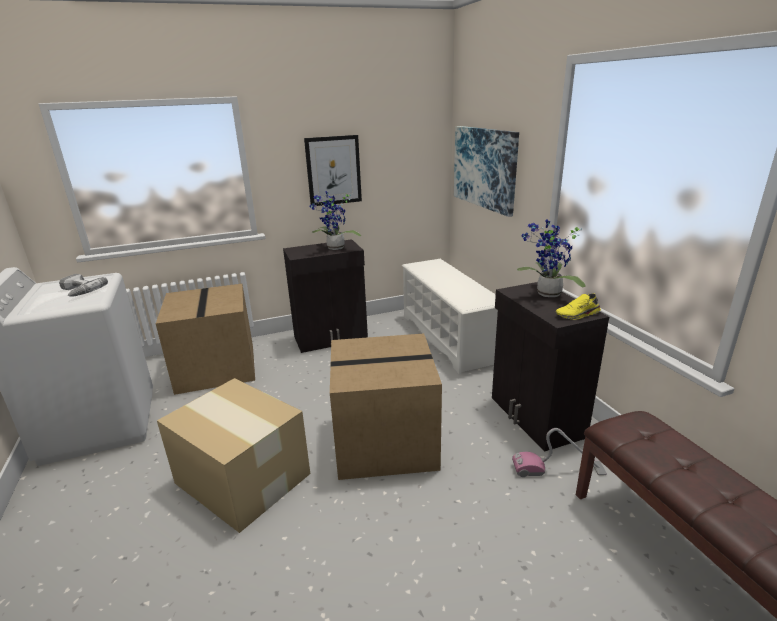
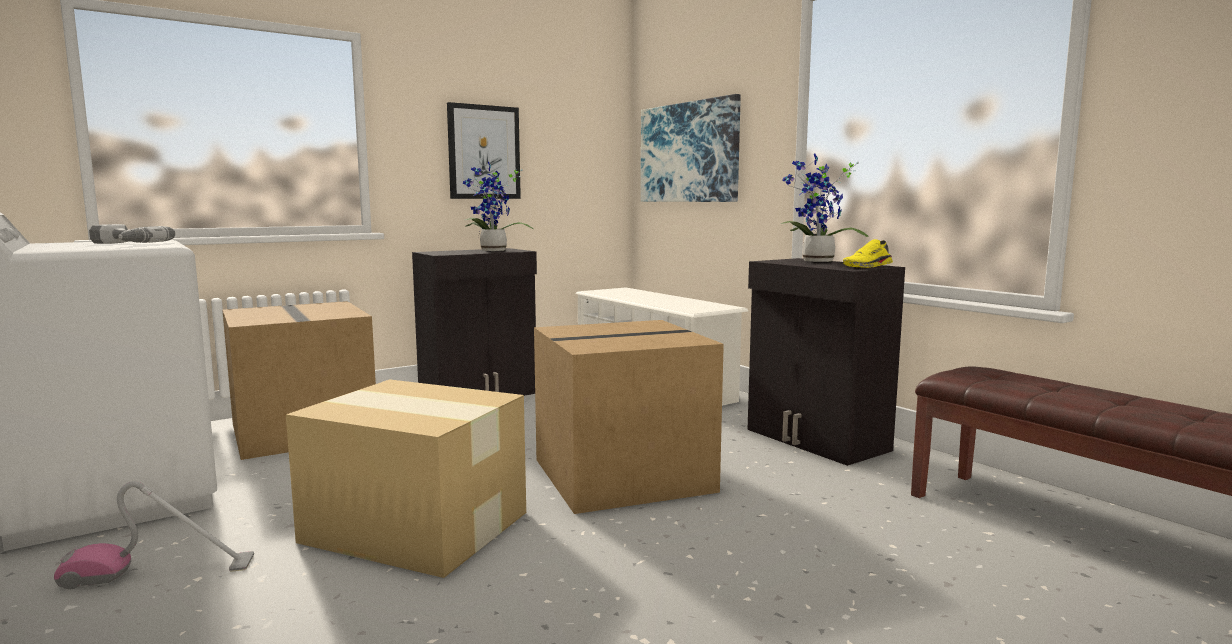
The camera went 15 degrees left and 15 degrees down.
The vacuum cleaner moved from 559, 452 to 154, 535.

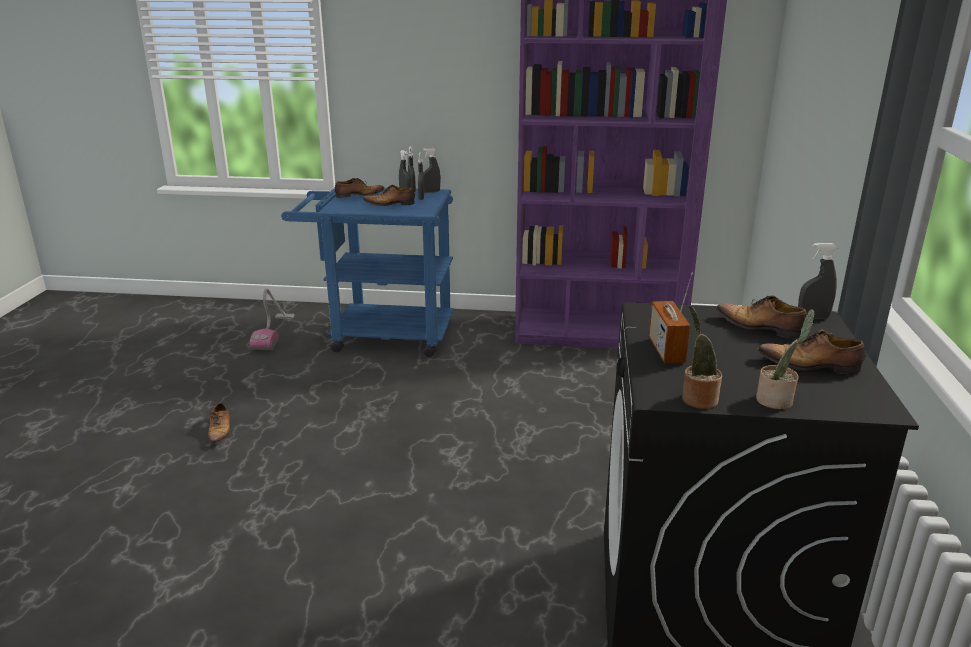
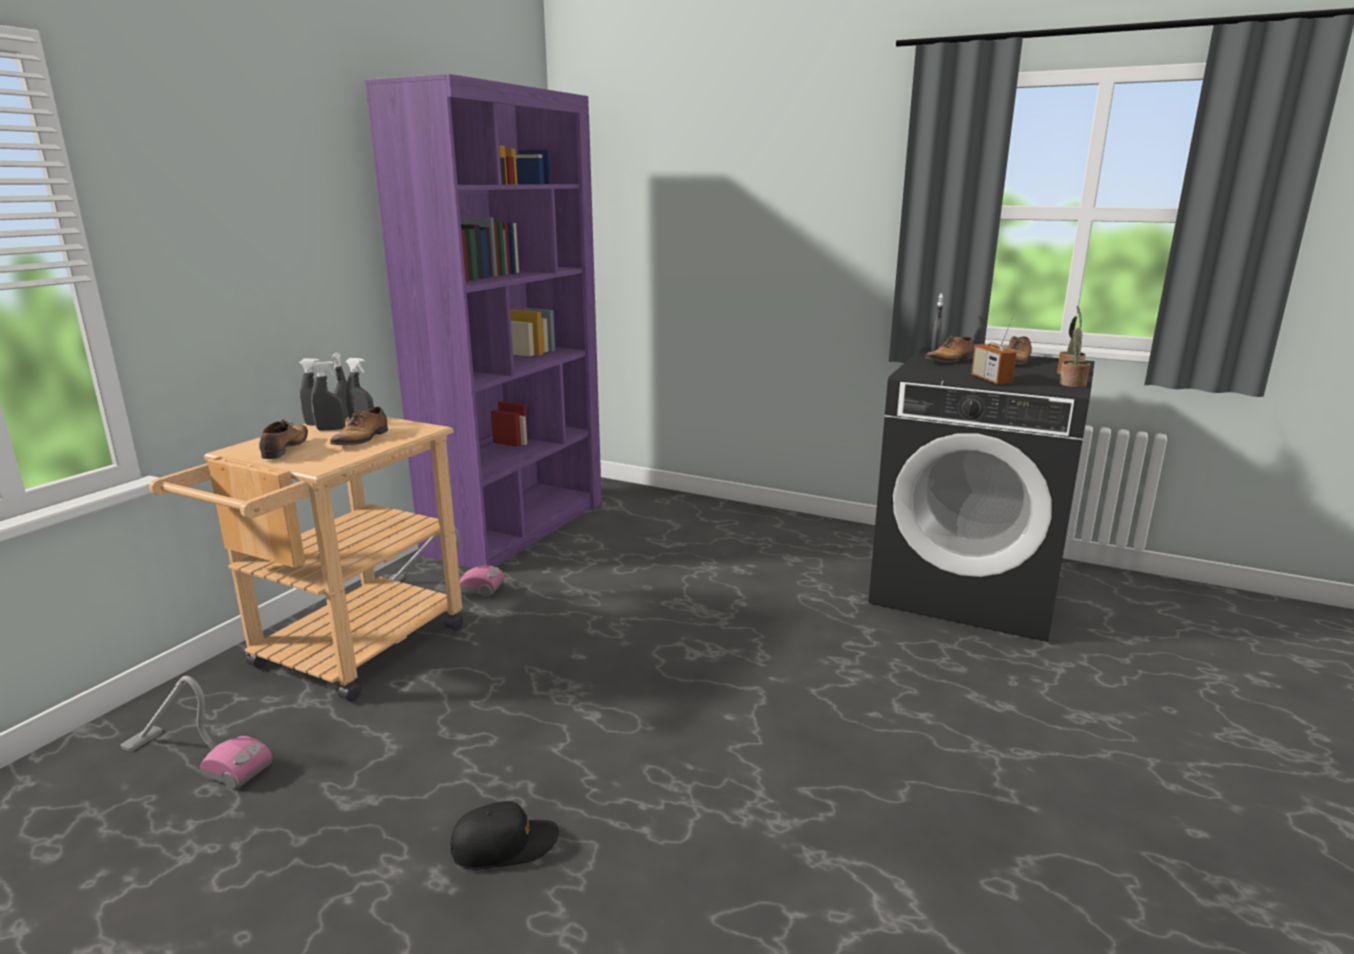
The camera went 70 degrees left and 5 degrees down.
The cart (blue) at 367, 272 became the cart (beige) at 306, 559.
The vacuum cleaner at 446, 561 appeared.
The shoe at 219, 423 was replaced by the cap (black) at 504, 835.
The radio at 671, 318 turned 60 degrees clockwise.

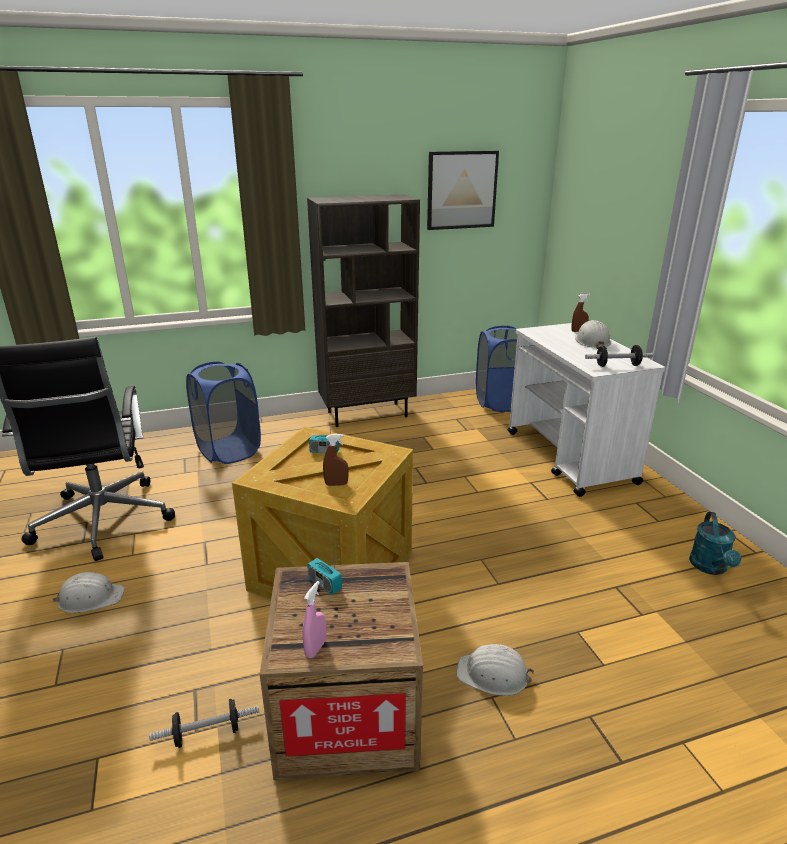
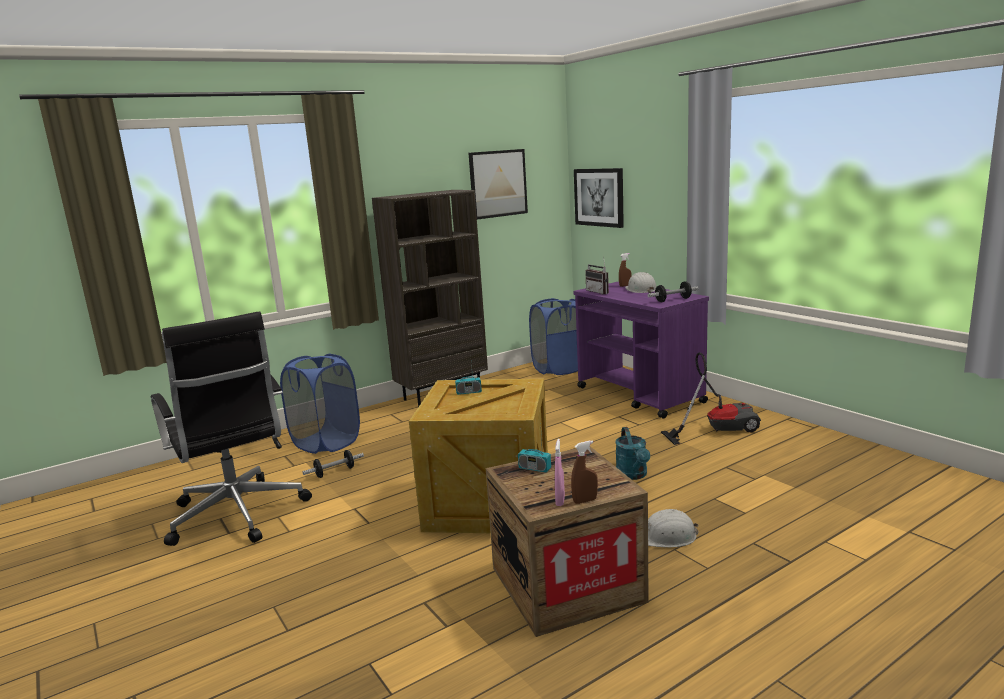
The camera went 15 degrees left and 10 degrees down.
The dumbbell moved from 204, 723 to 333, 464.
The spray bottle (brown) moved from 336, 460 to 584, 472.
The cart (white) at 586, 410 became the cart (purple) at 641, 350.
The picture at 599, 198 appeared.
The radio at 597, 278 appeared.
The watering can (turquoise) moved from 715, 543 to 632, 453.
The vacuum cleaner at 711, 398 appeared.
The hard hat (white) at 88, 592 disappeared.

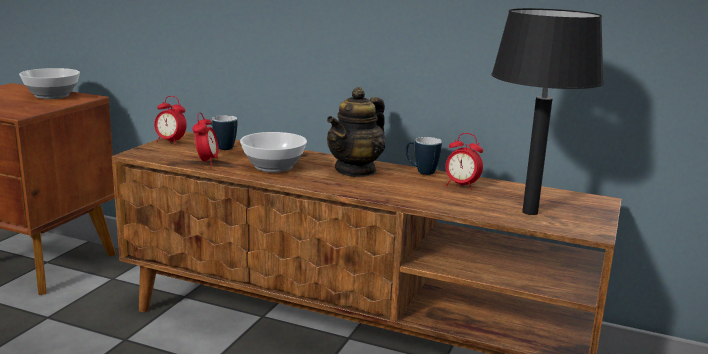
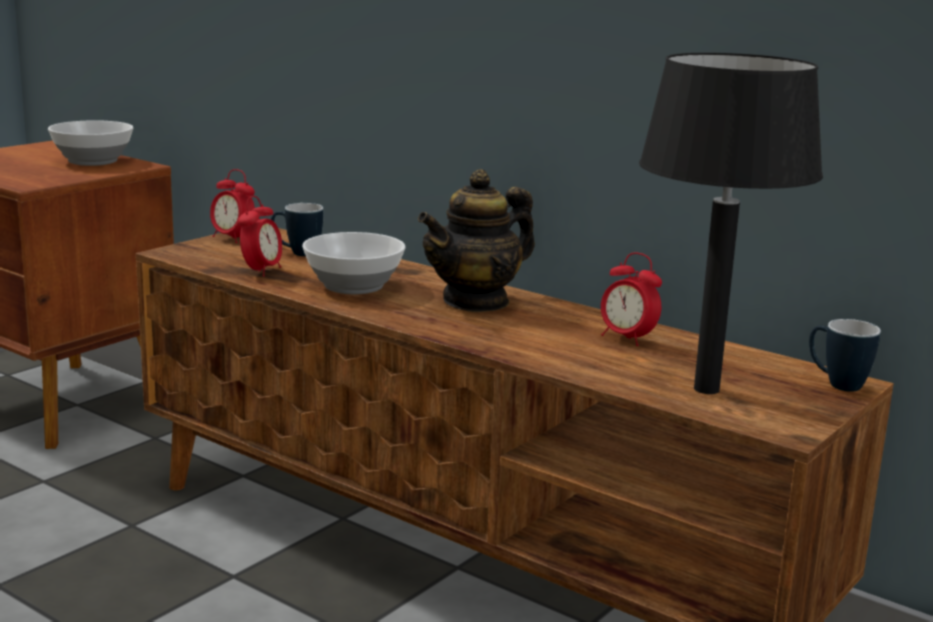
The camera went 15 degrees right and 0 degrees up.
The mug moved from 424, 156 to 845, 355.

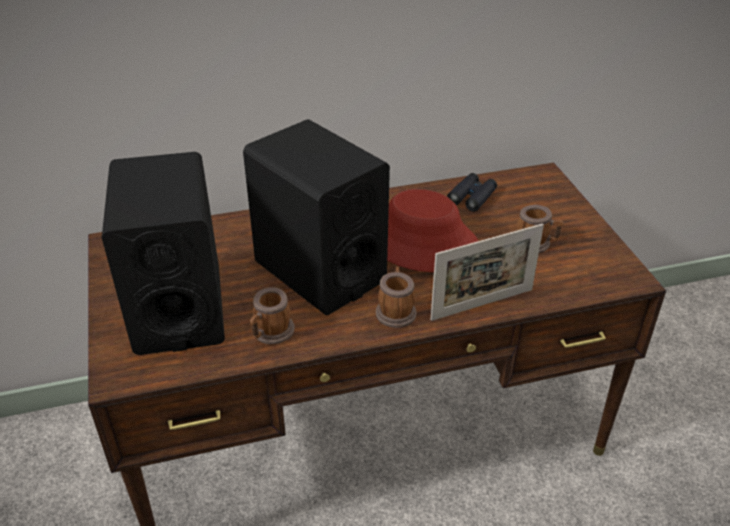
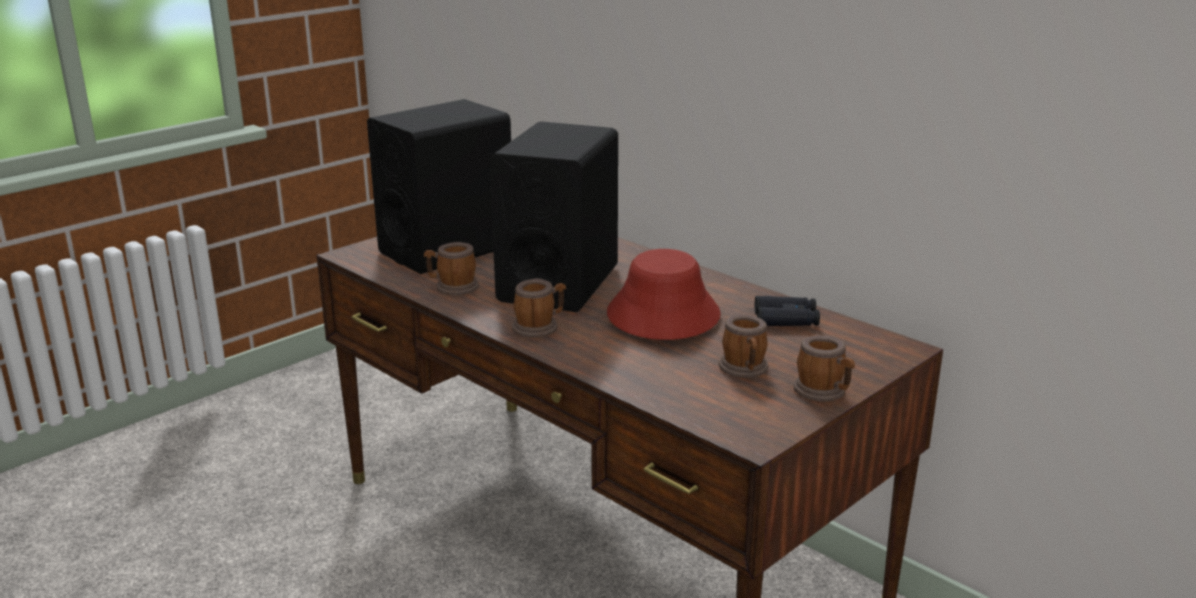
The camera went 60 degrees right and 15 degrees down.
The mug at 824, 368 appeared.
The picture frame at 487, 272 disappeared.

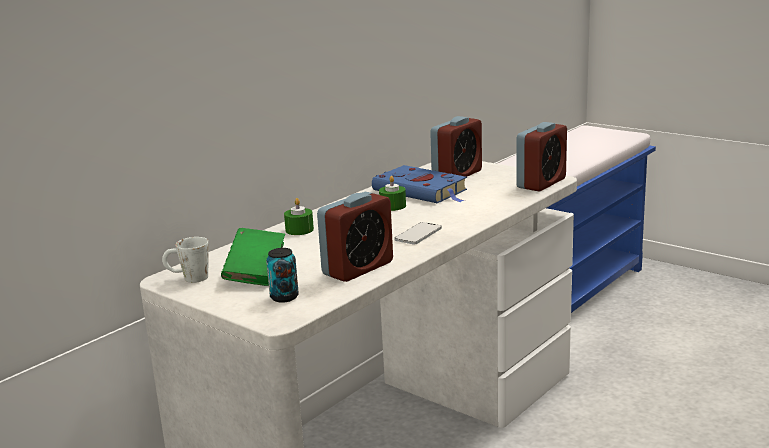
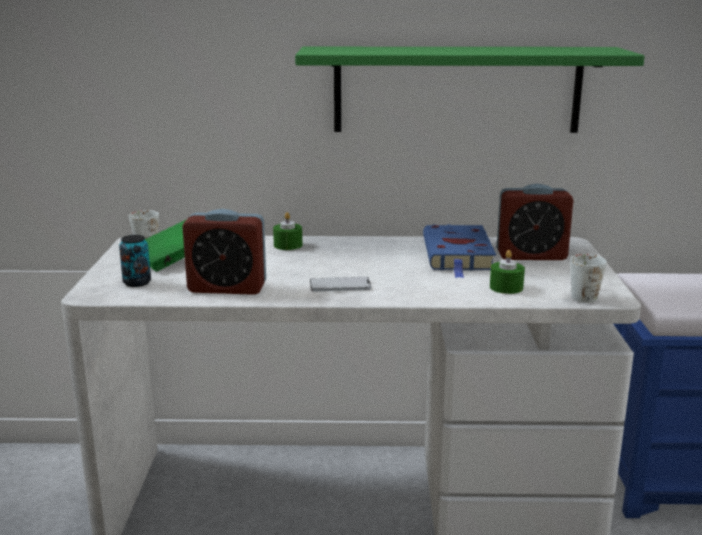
The camera went 50 degrees right and 0 degrees up.
The shelf (green) at 470, 90 appeared.
The candle (green) moved from 392, 193 to 507, 272.
The alarm clock at 541, 157 was replaced by the mug (white) at 588, 278.

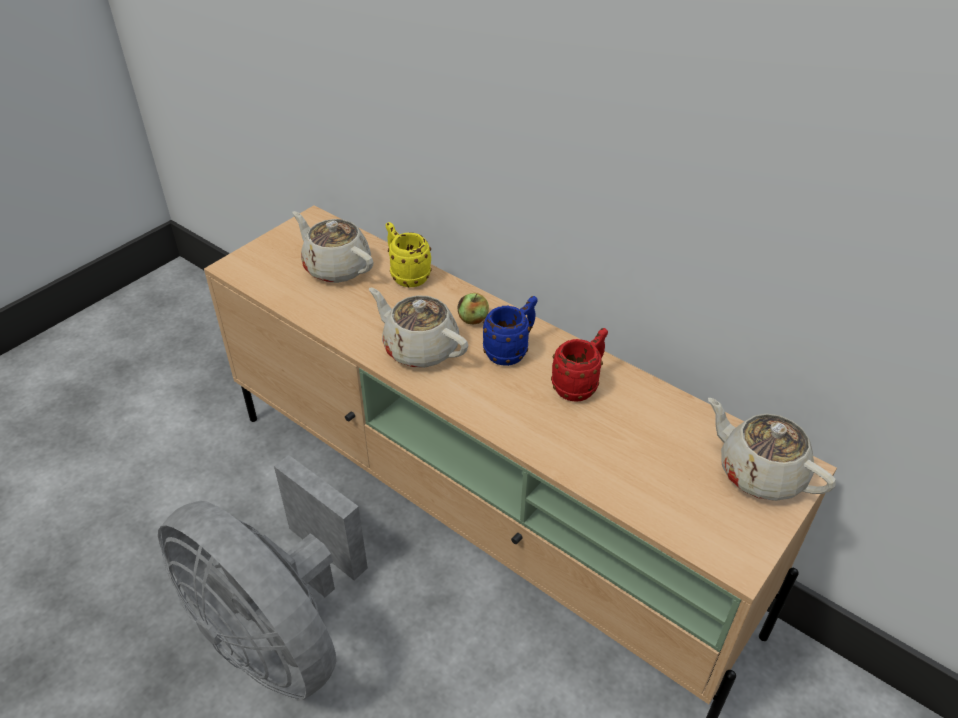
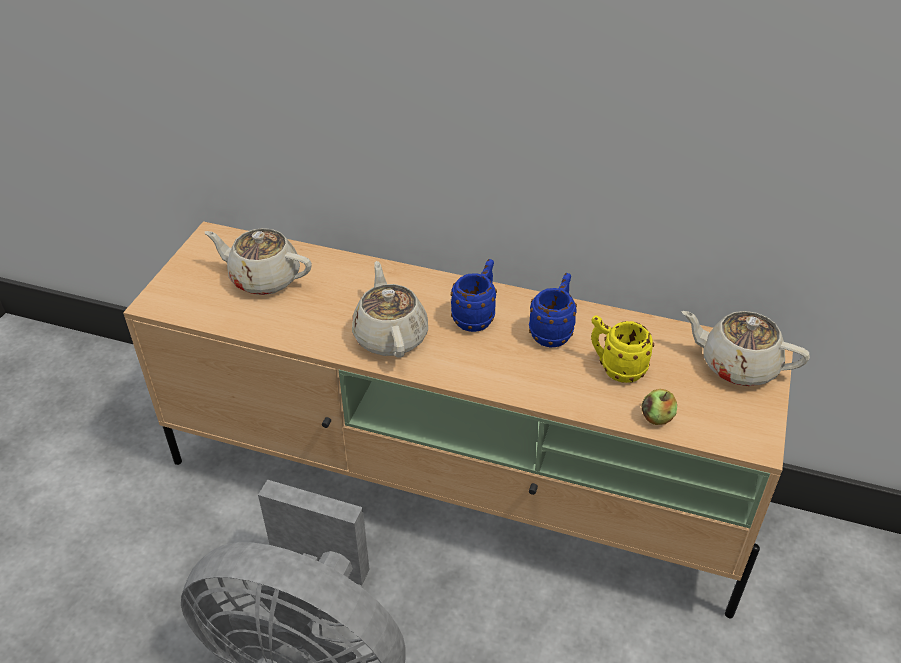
The camera went 20 degrees left and 0 degrees up.
The teapot (beige) at 418, 328 turned 60 degrees clockwise.
The mug (red) at 579, 364 became the mug (blue) at 553, 310.
The mug (yellow) moved from 409, 254 to 622, 349.
The apple moved from 473, 308 to 659, 407.

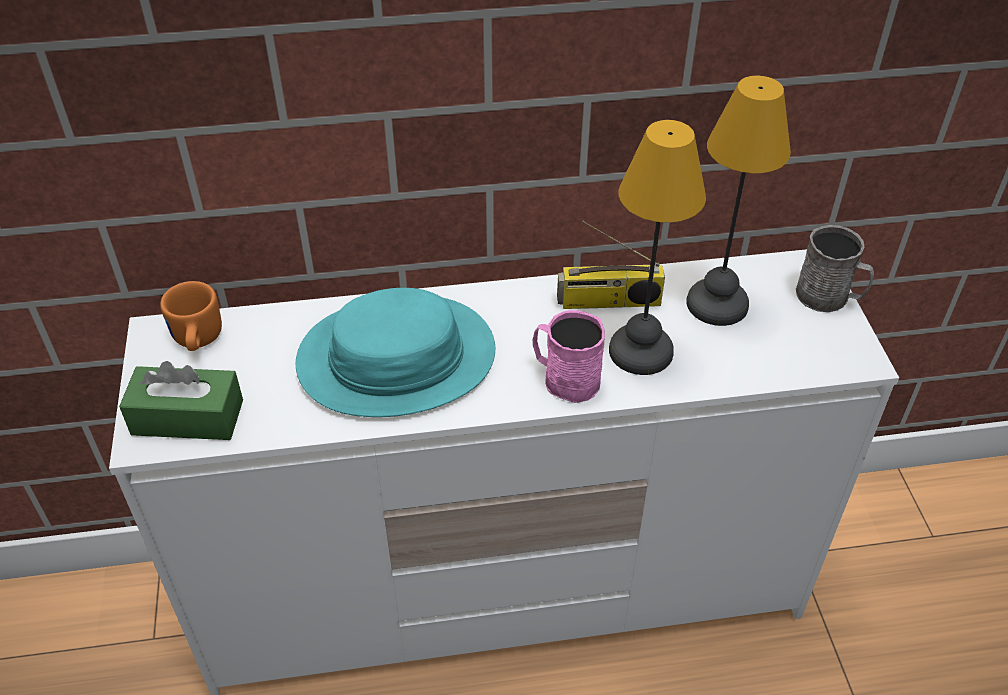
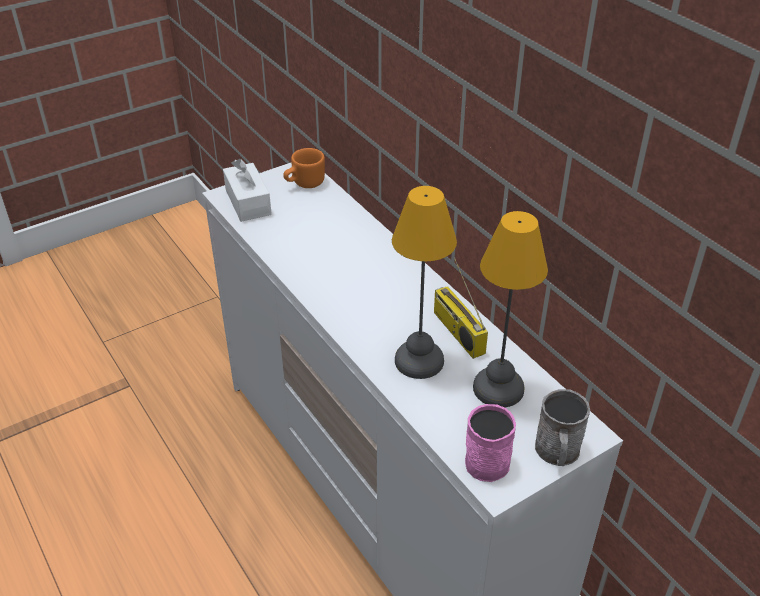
The camera went 65 degrees right and 5 degrees down.
The tissue box (green) at 181, 400 became the tissue box (white) at 247, 190.
The mug (pink) moved from 569, 356 to 490, 443.
The hat (turquoise) at 395, 352 disappeared.

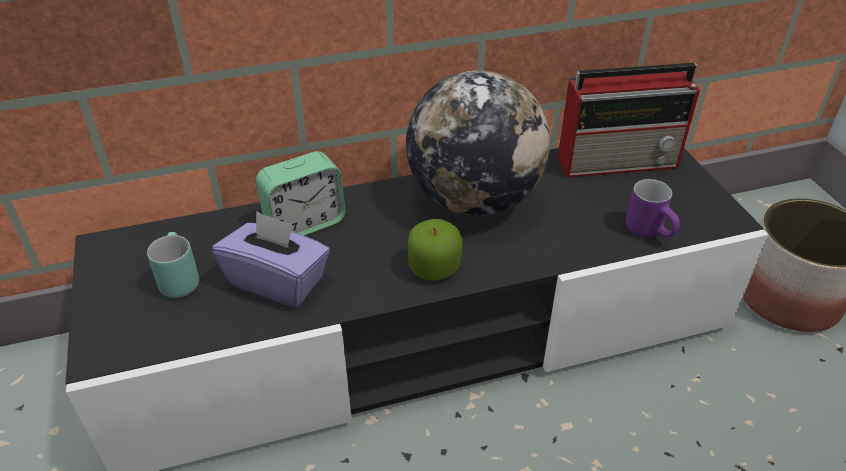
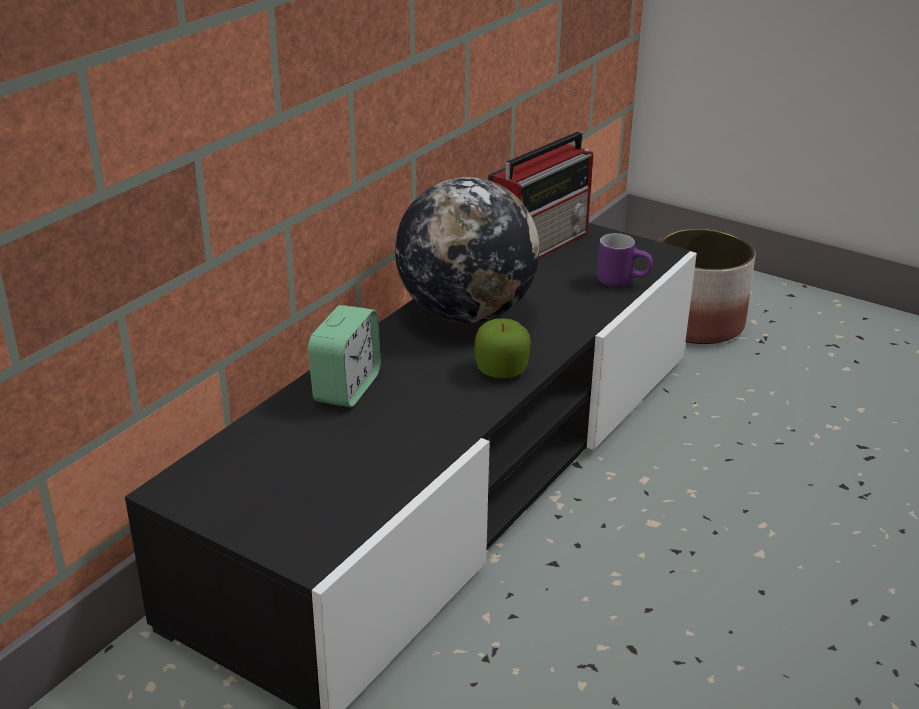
The camera went 40 degrees left and 10 degrees down.
The mug (turquoise) at 173, 265 disappeared.
The tissue box (purple) at 271, 259 disappeared.

